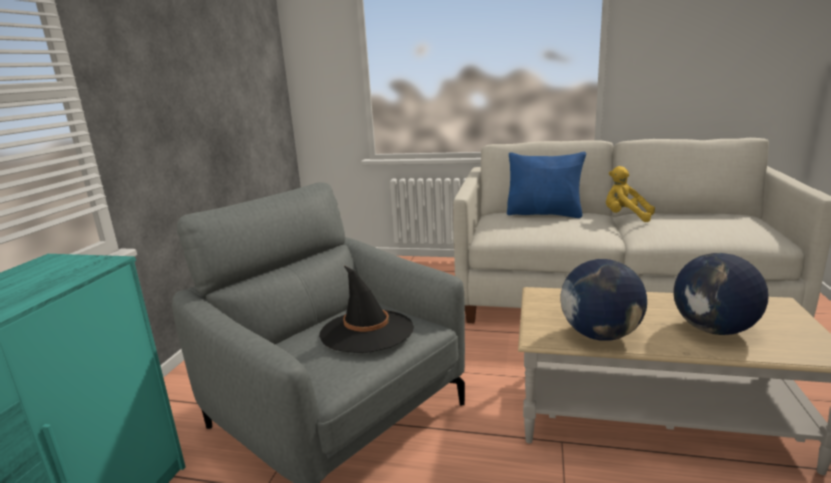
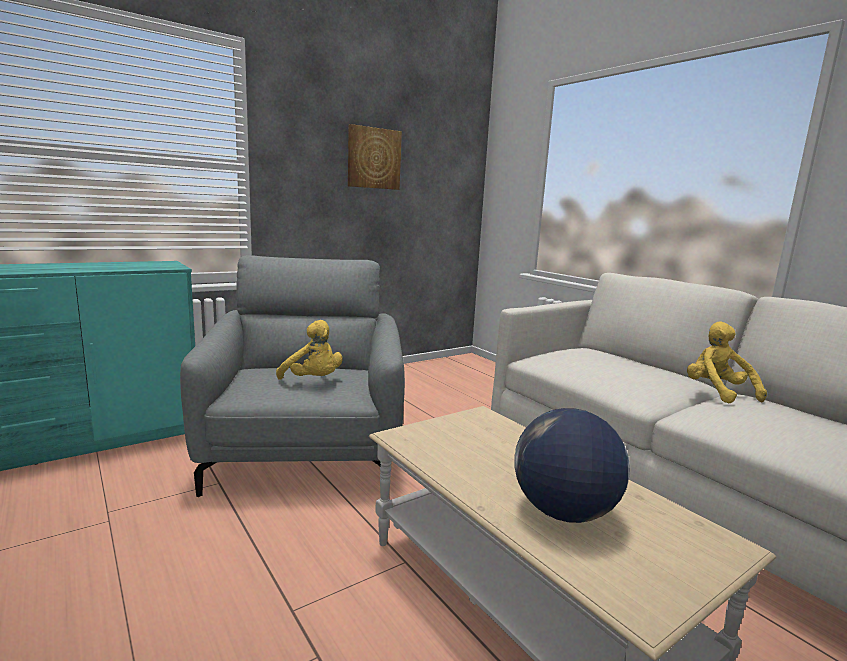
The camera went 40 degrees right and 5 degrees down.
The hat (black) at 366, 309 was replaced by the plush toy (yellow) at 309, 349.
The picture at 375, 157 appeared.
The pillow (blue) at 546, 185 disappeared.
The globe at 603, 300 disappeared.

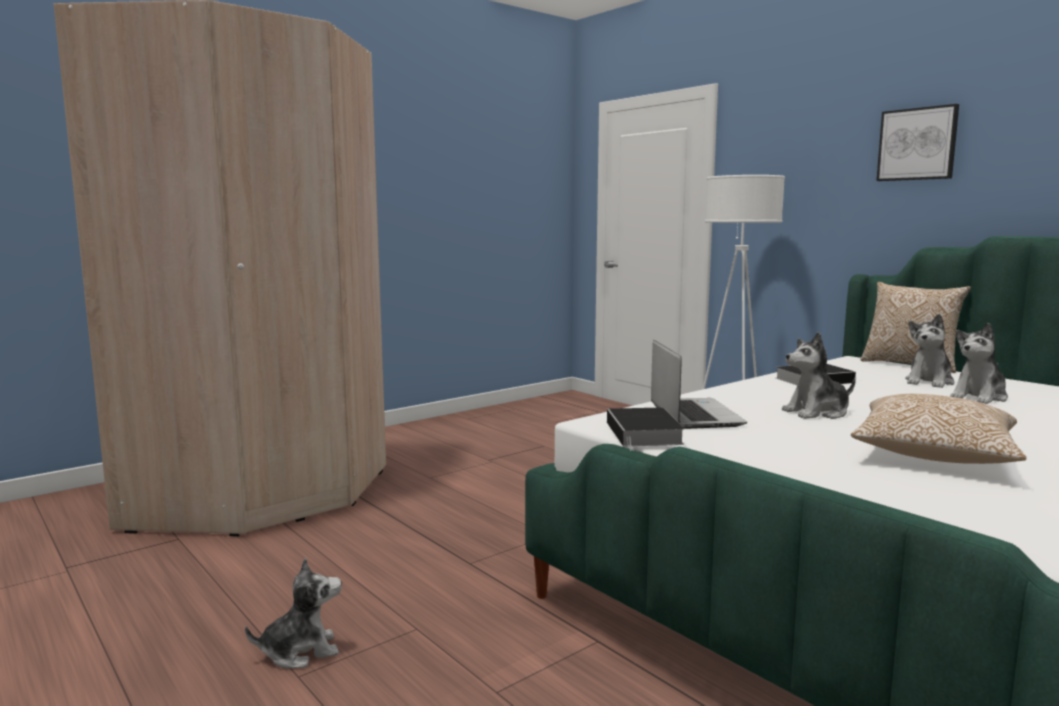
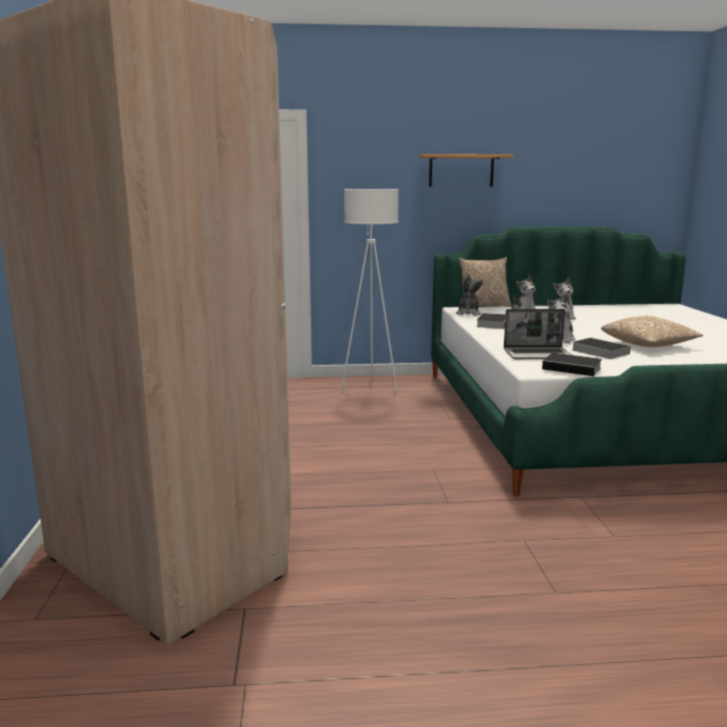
The camera went 55 degrees left and 5 degrees up.
The picture at 917, 142 was replaced by the shelf at 465, 170.
The plush toy moved from 293, 613 to 469, 295.
The laptop at 699, 384 turned 150 degrees clockwise.
The book at 601, 348 appeared.

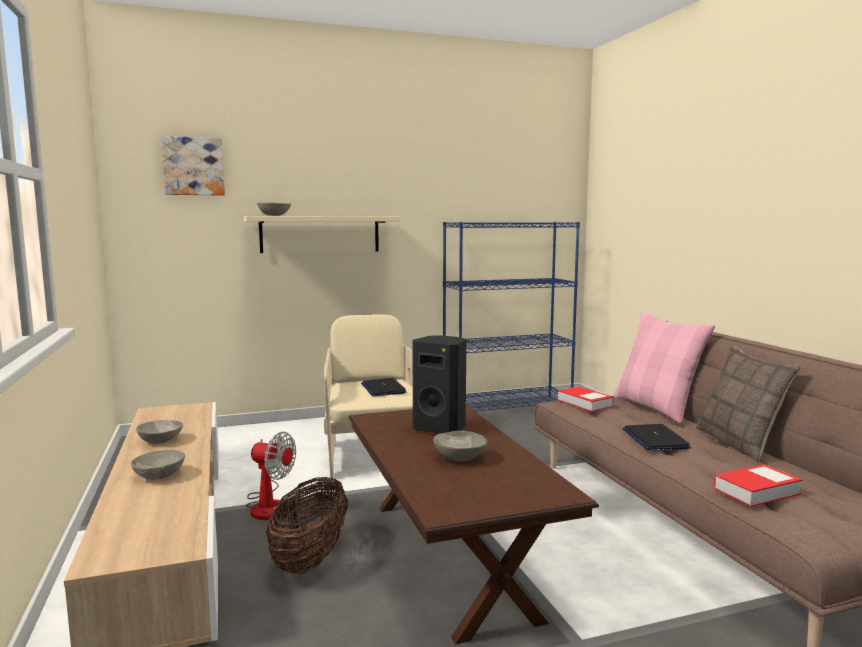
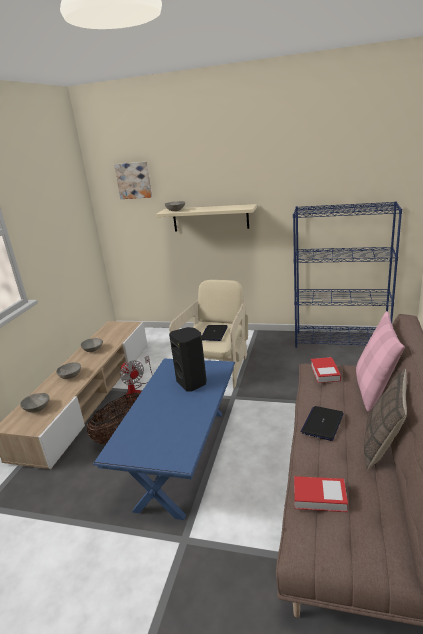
The camera went 35 degrees right and 15 degrees up.
The bowl (grey) moved from 460, 446 to 35, 403.
The coffee table (brown) at 474, 525 became the coffee table (blue) at 164, 439.

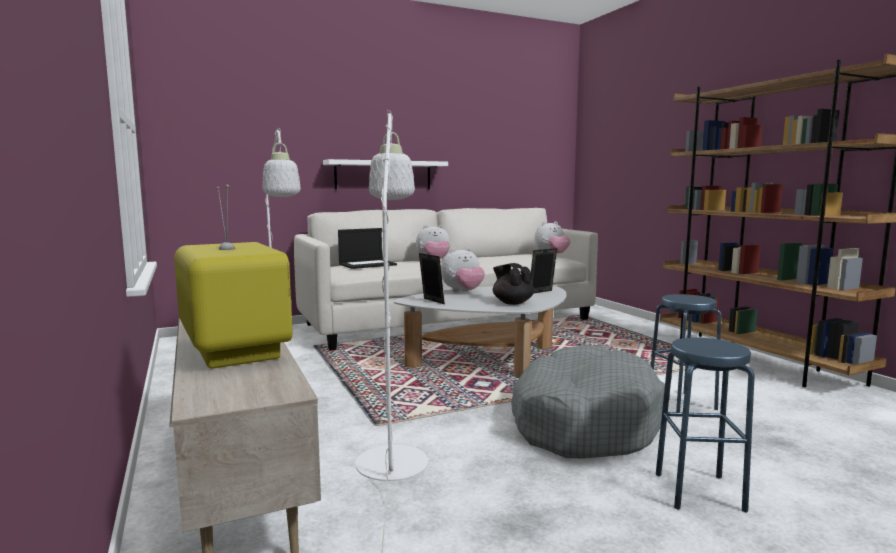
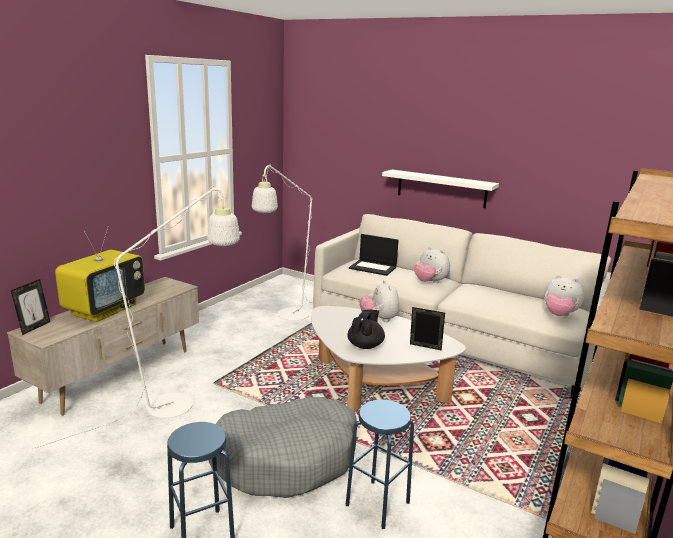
The camera went 55 degrees right and 10 degrees up.
The picture frame moved from 432, 278 to 30, 307.
The plush toy at 463, 270 turned 45 degrees clockwise.

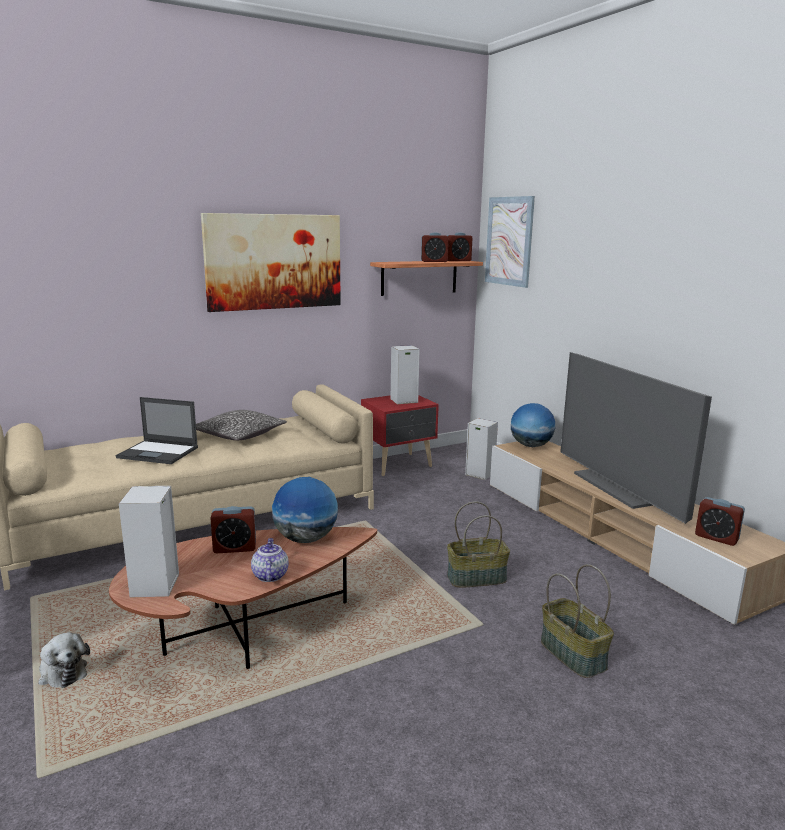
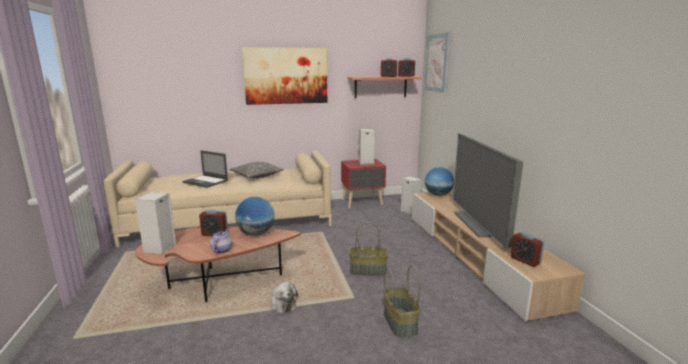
The camera went 15 degrees right and 0 degrees up.
The plush toy moved from 64, 660 to 284, 298.

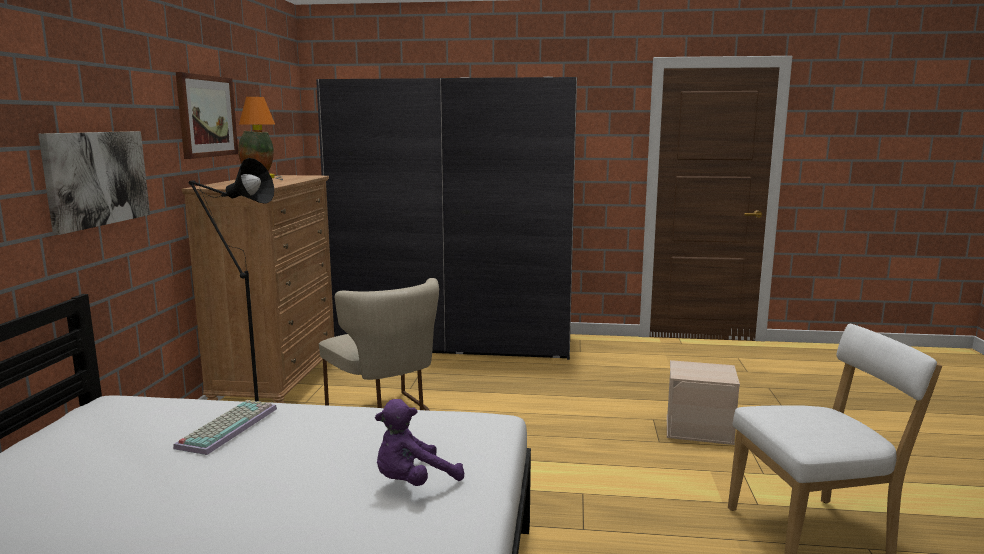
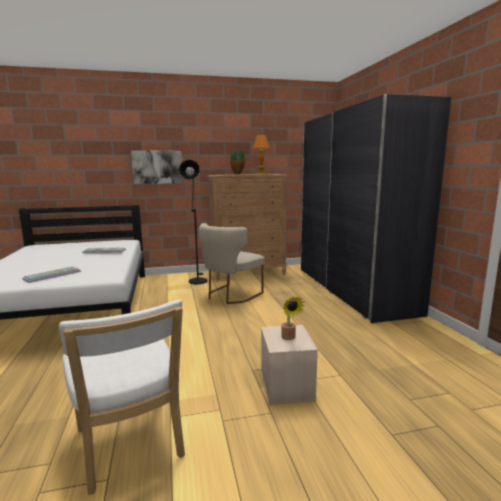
The camera went 70 degrees right and 0 degrees up.
The plush toy (purple) at 419, 442 was replaced by the keyboard at 51, 274.
The potted plant at 293, 318 appeared.
The picture at 207, 115 disappeared.

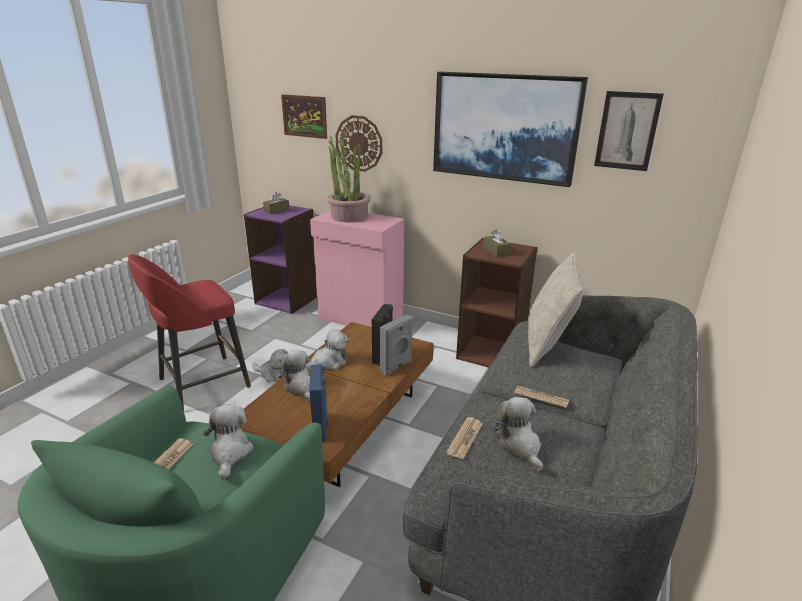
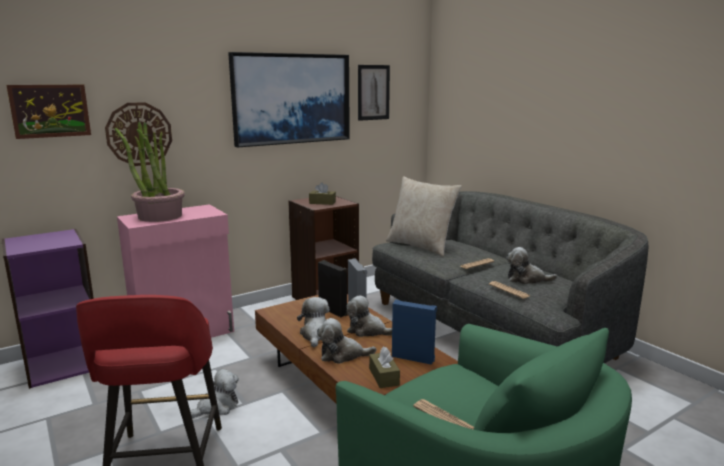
The camera went 60 degrees left and 10 degrees down.
The plush toy moved from 228, 441 to 369, 316.
The tissue box (brown) moved from 276, 203 to 384, 367.

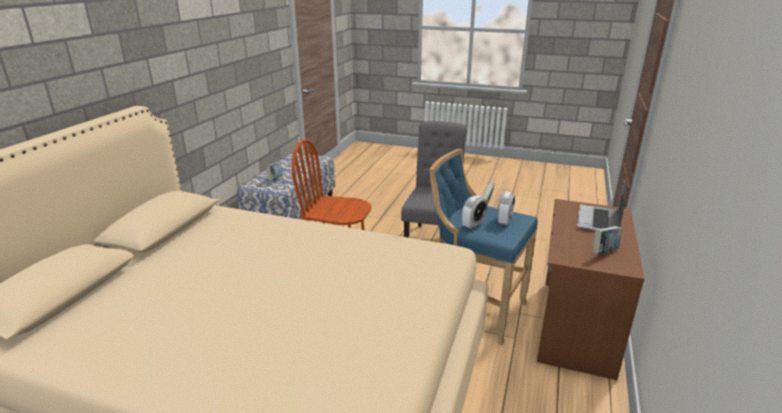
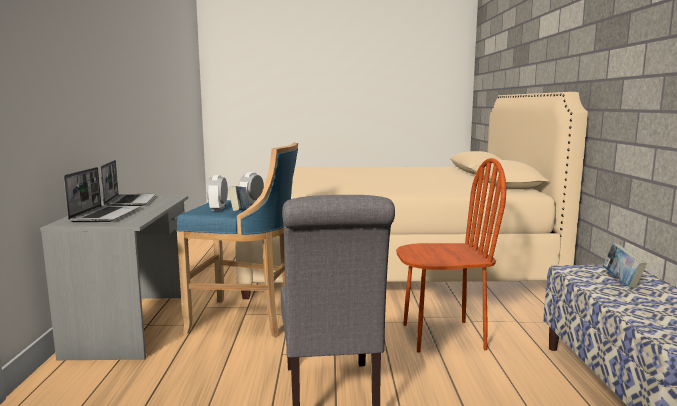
The camera went 160 degrees right and 15 degrees down.
The desk (brown) at 591, 289 became the desk (grey) at 114, 278.
The book at 607, 240 was replaced by the laptop at 128, 183.

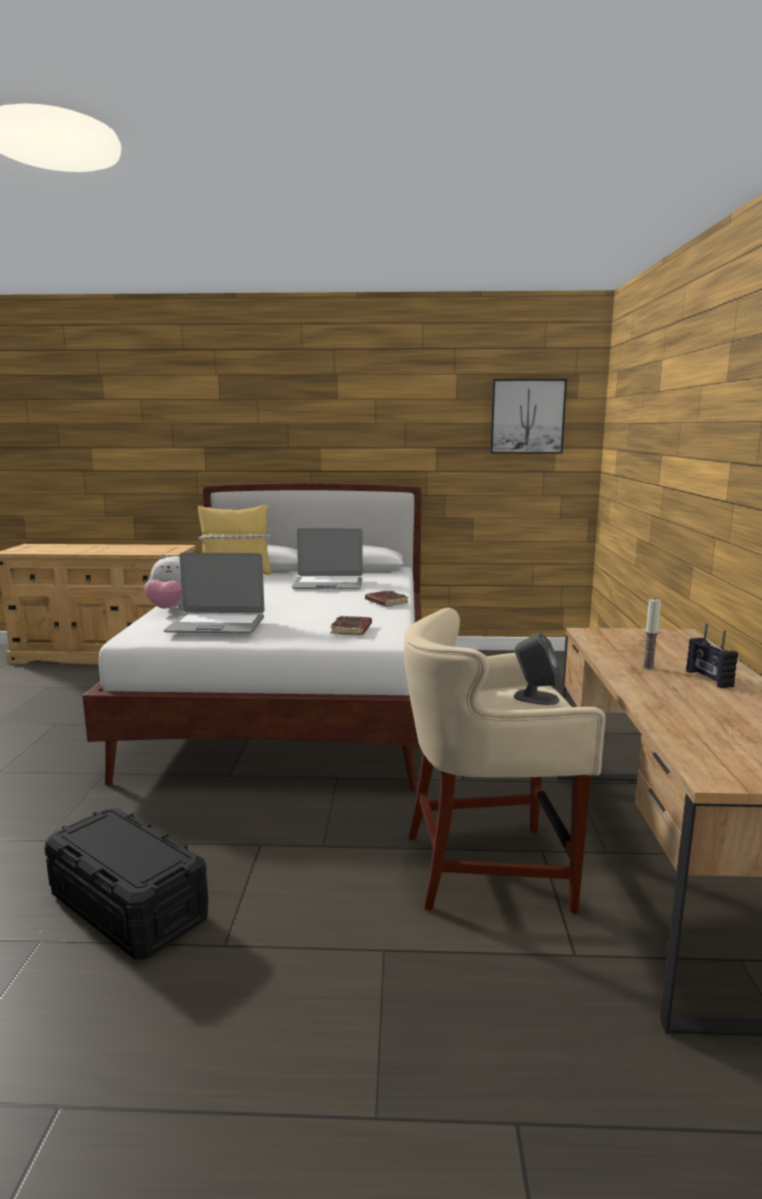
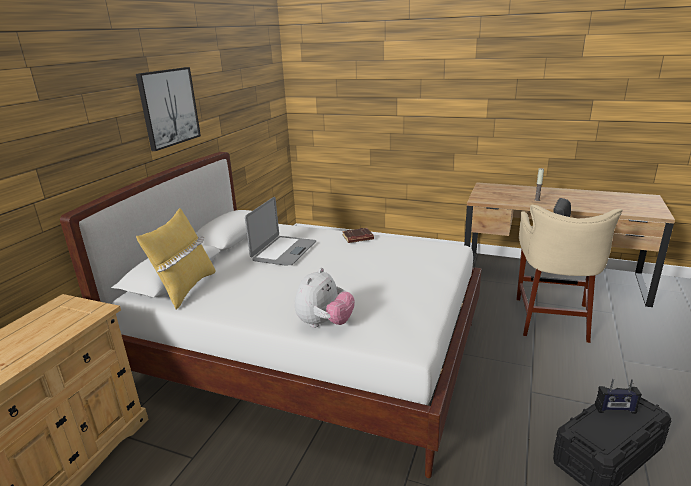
The camera went 70 degrees left and 10 degrees up.
The picture moved from 528, 416 to 168, 109.
The radio moved from 712, 656 to 618, 396.
The laptop at 214, 593 disappeared.
The book (brown) at 351, 625 disappeared.

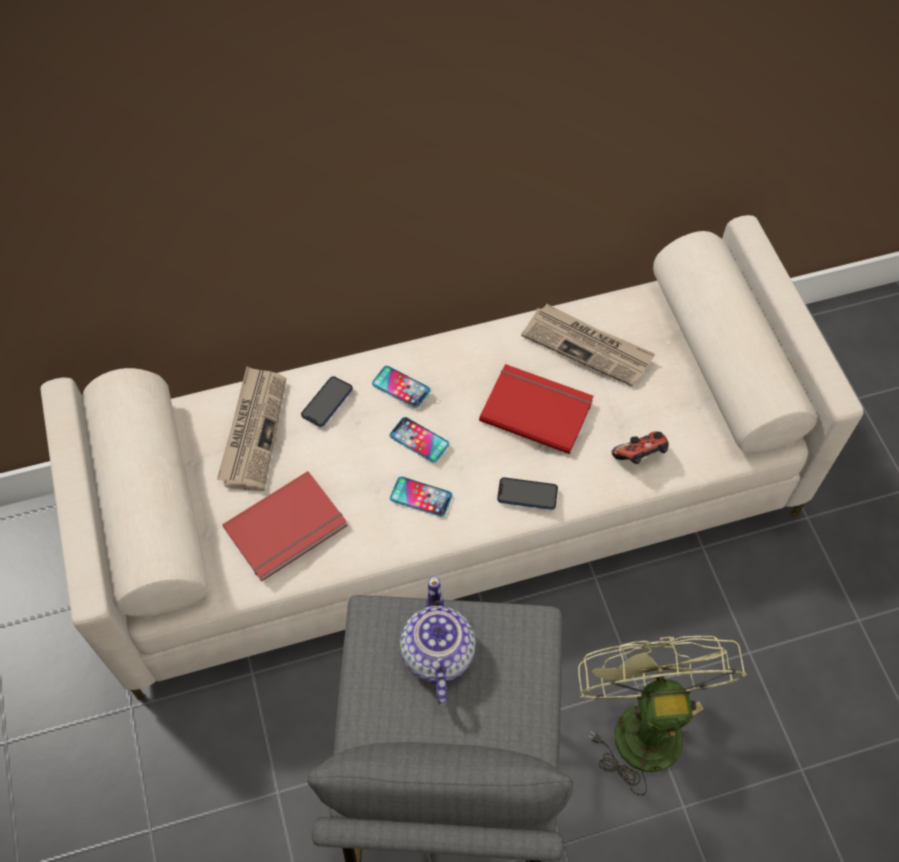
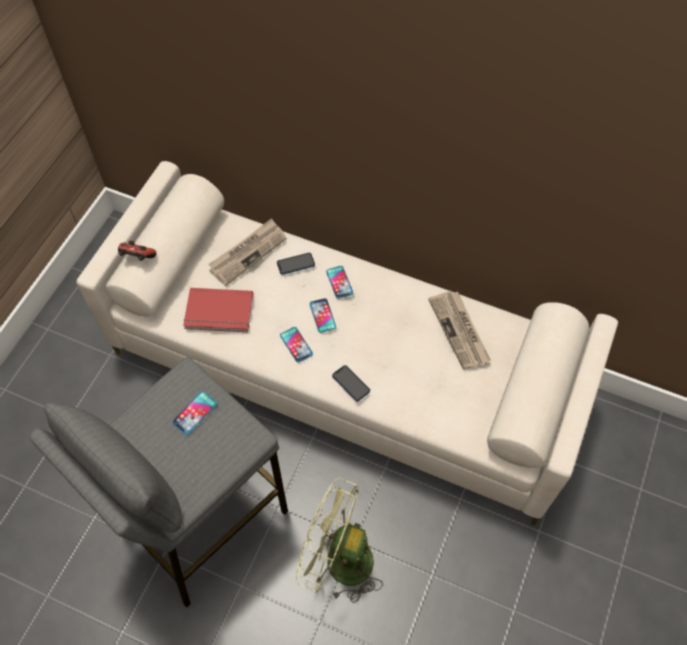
The camera went 40 degrees right and 0 degrees up.
The game controller moved from 640, 447 to 137, 251.
The teapot at 438, 640 was replaced by the phone at 194, 413.
The fan (green) at 662, 715 turned 105 degrees counterclockwise.
The book (red) at 536, 409 disappeared.

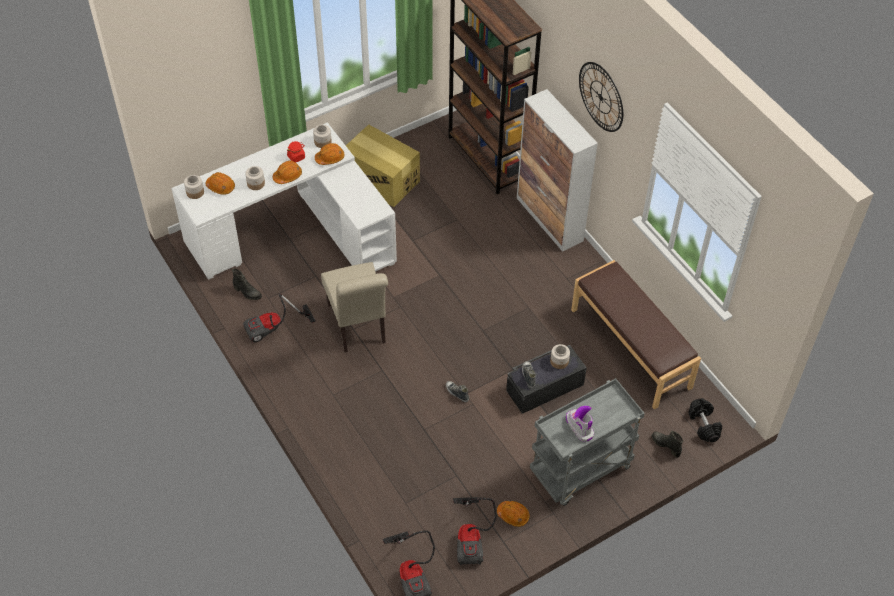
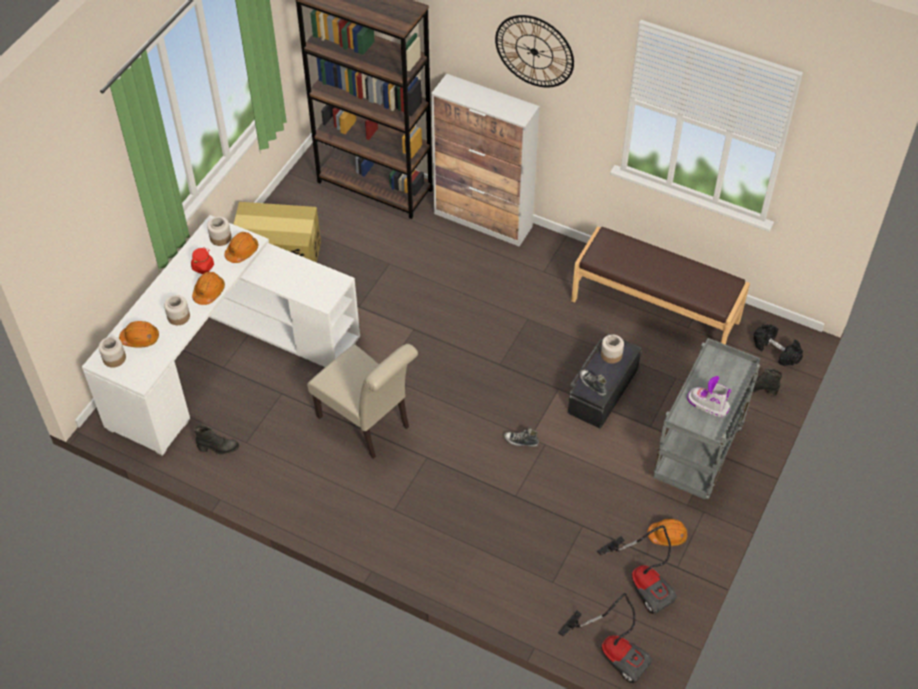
The camera went 30 degrees left and 0 degrees up.
The vacuum cleaner at 279, 317 disappeared.

